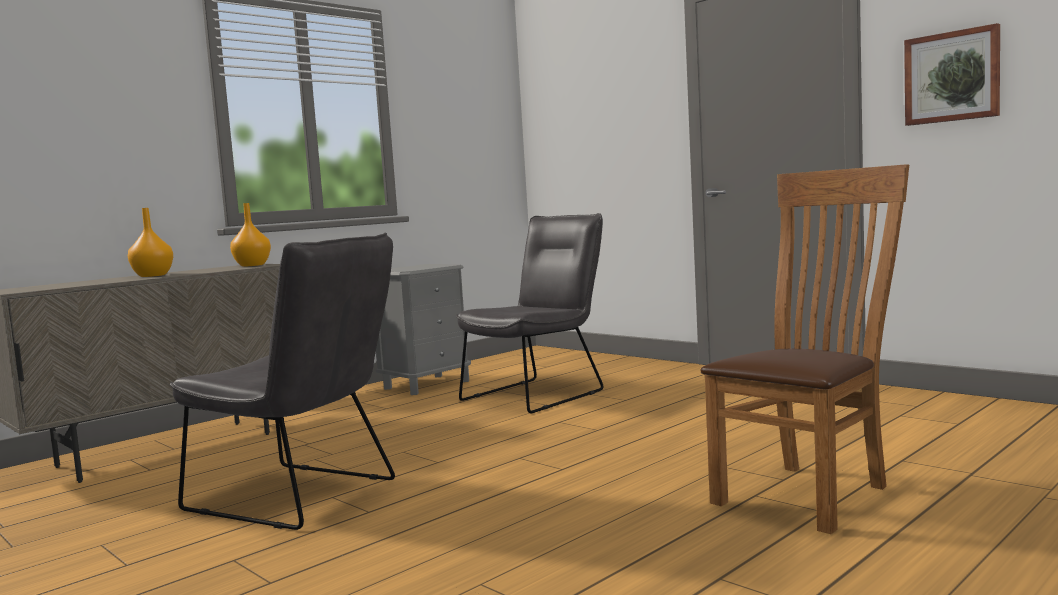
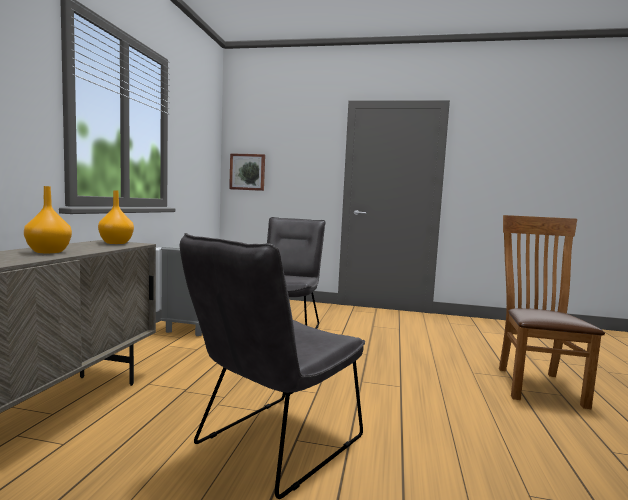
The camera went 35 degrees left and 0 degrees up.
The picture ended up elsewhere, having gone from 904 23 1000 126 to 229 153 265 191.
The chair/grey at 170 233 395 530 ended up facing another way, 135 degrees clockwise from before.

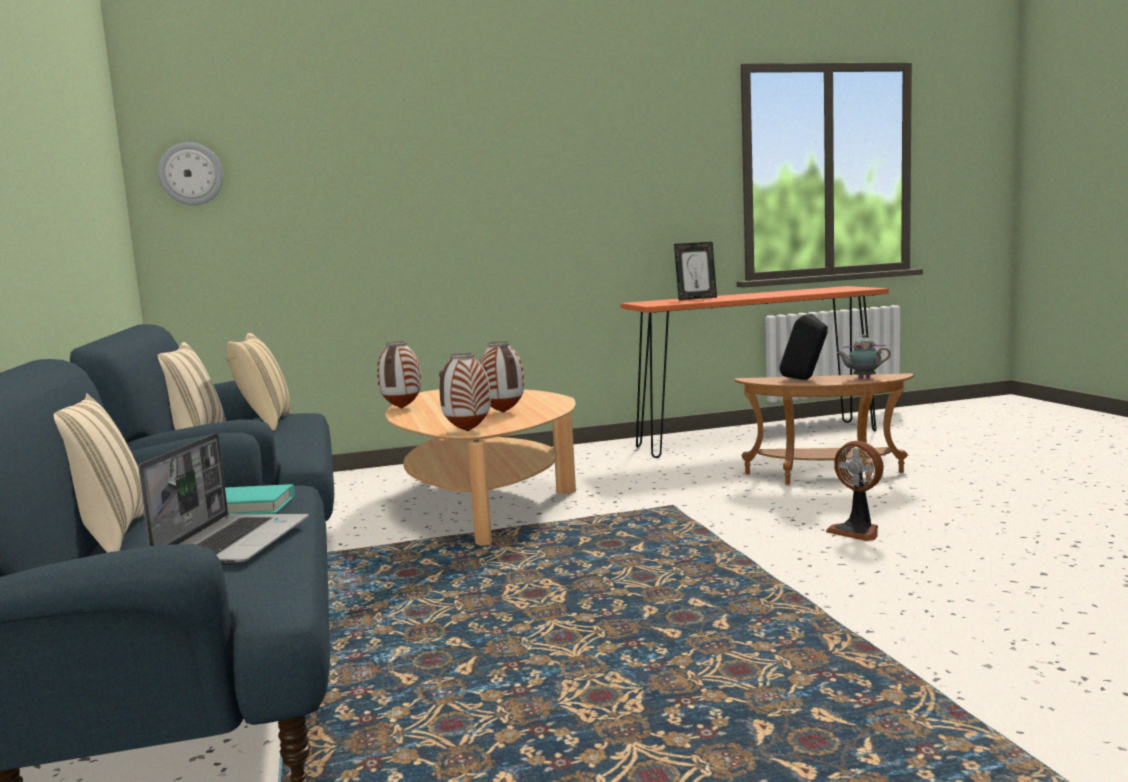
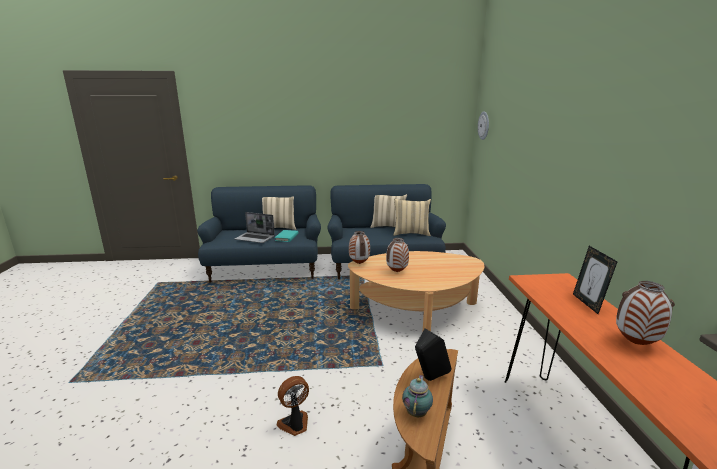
The camera went 100 degrees right and 10 degrees up.
The vase ended up elsewhere, having gone from 377 341 421 408 to 616 281 675 345.

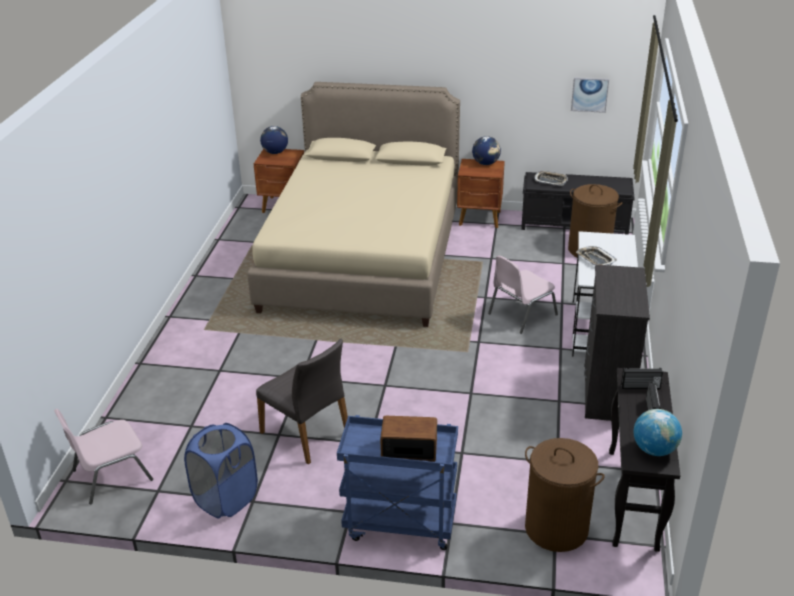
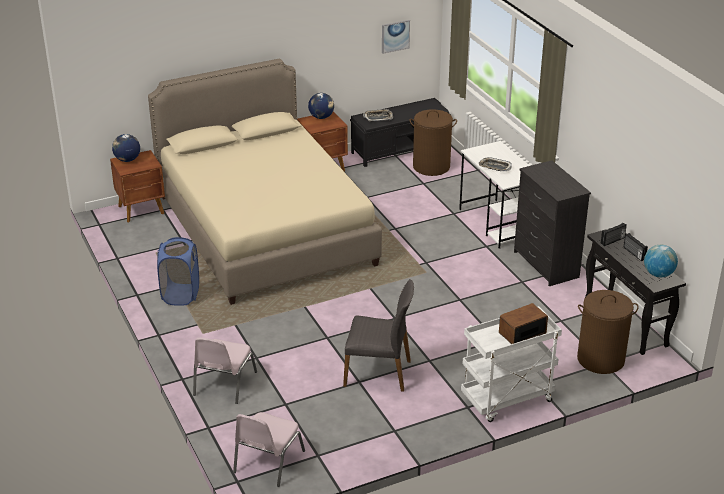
The camera went 35 degrees left and 0 degrees up.
The laundry basket/blue ended up elsewhere, having gone from 184 423 258 519 to 157 237 199 306.
The chair/pink ended up elsewhere, having gone from 488 255 558 334 to 193 338 257 404.
What was the cart/blue at 337 415 458 550 turned into the cart/white at 461 306 562 422.

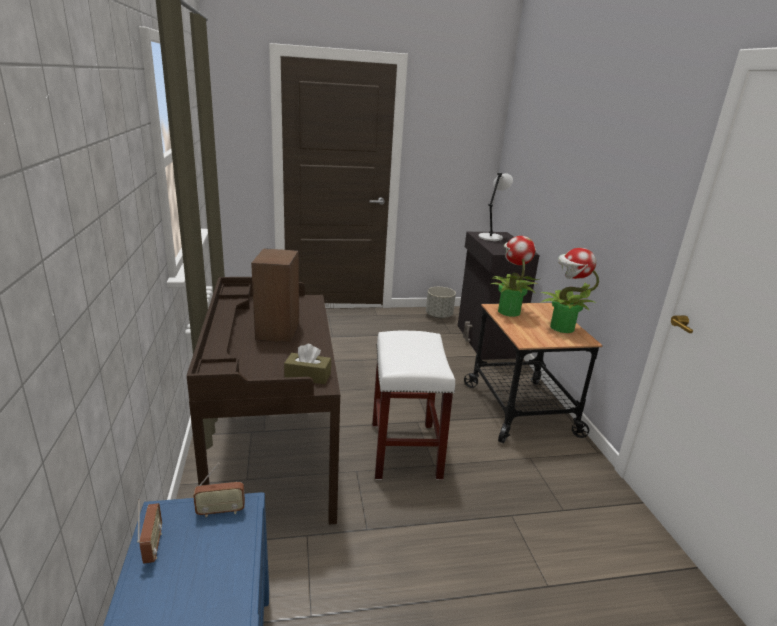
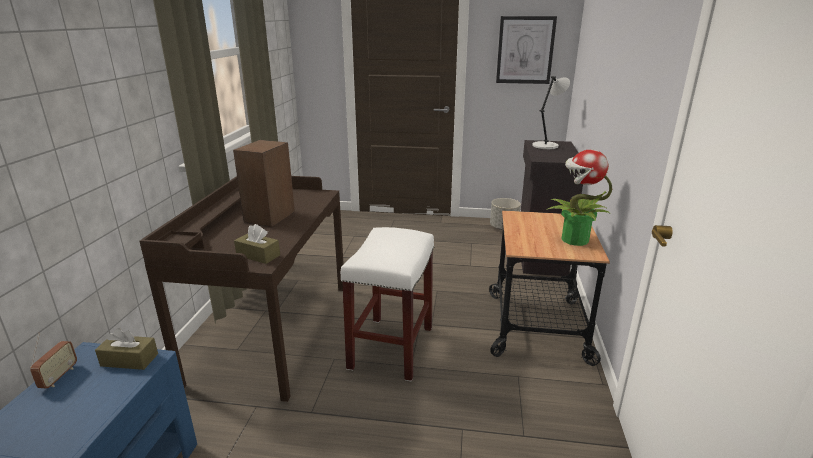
The camera went 20 degrees right and 0 degrees up.
The second view lost the potted plant at 491 236 540 317.
The second view gained the picture at 496 16 557 84.
Where the radio stood at 193 463 245 517, the tissue box/brown came to stand at 95 328 158 370.

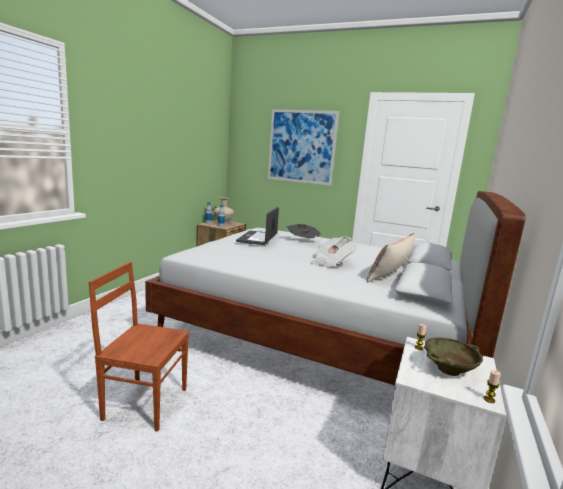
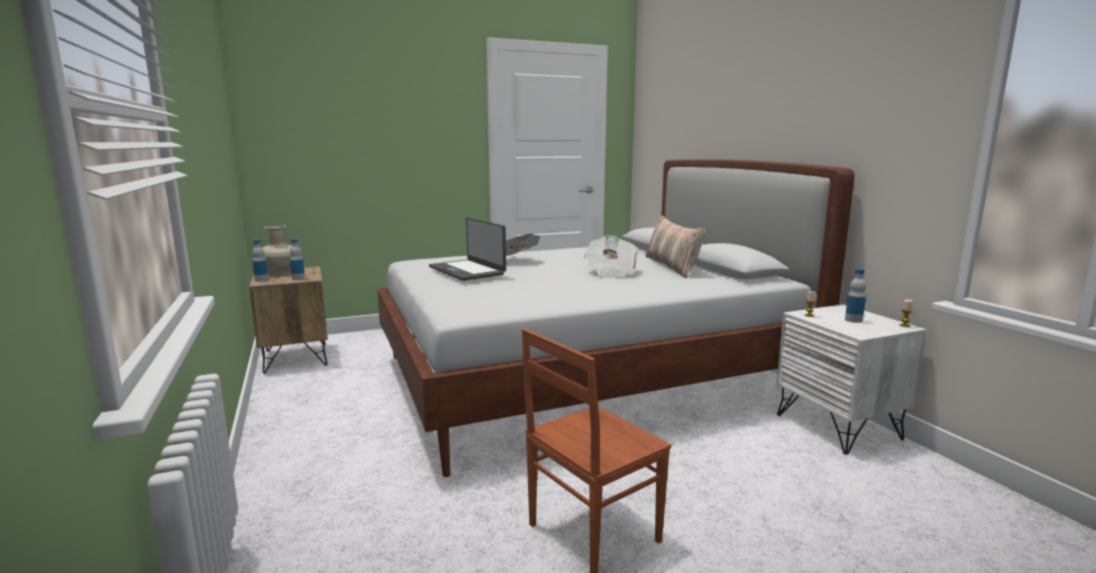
The camera went 45 degrees left and 0 degrees up.
The second view lost the picture at 268 109 339 186.
Where the bowl/beige stood at 424 337 484 376, the bottle came to stand at 845 268 866 323.

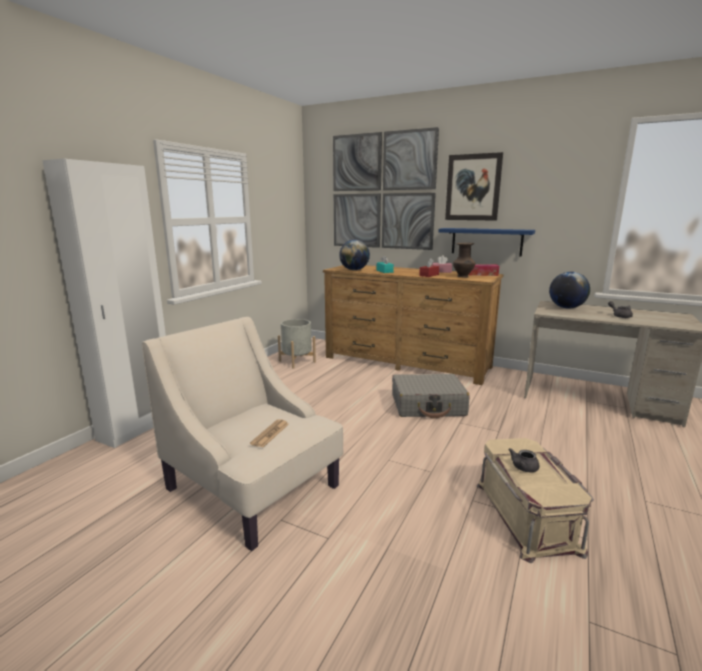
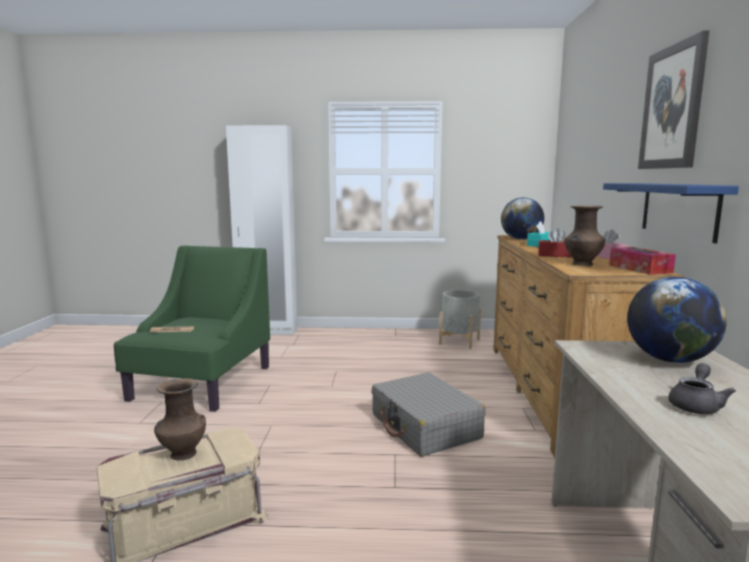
The camera went 65 degrees right and 5 degrees down.
The second view lost the picture at 333 127 439 250.
Where the teapot/grey stood at 508 448 540 472, the vase/brown came to stand at 154 378 206 460.
What was the armchair/beige at 142 317 344 551 turned into the armchair/green at 114 245 270 412.

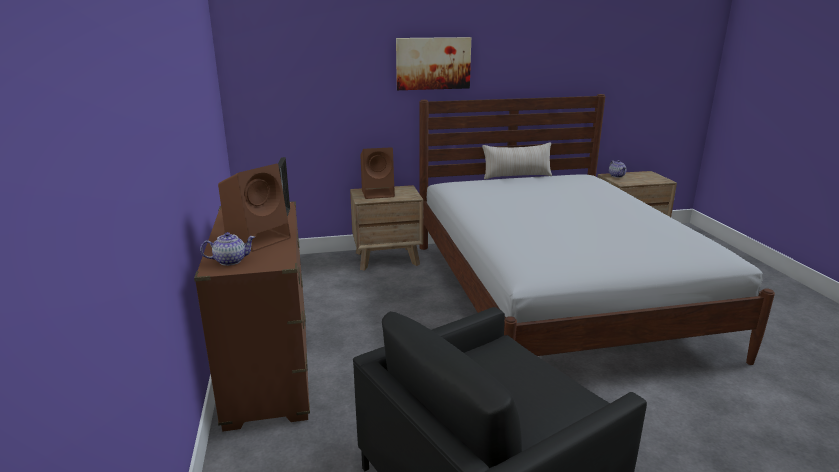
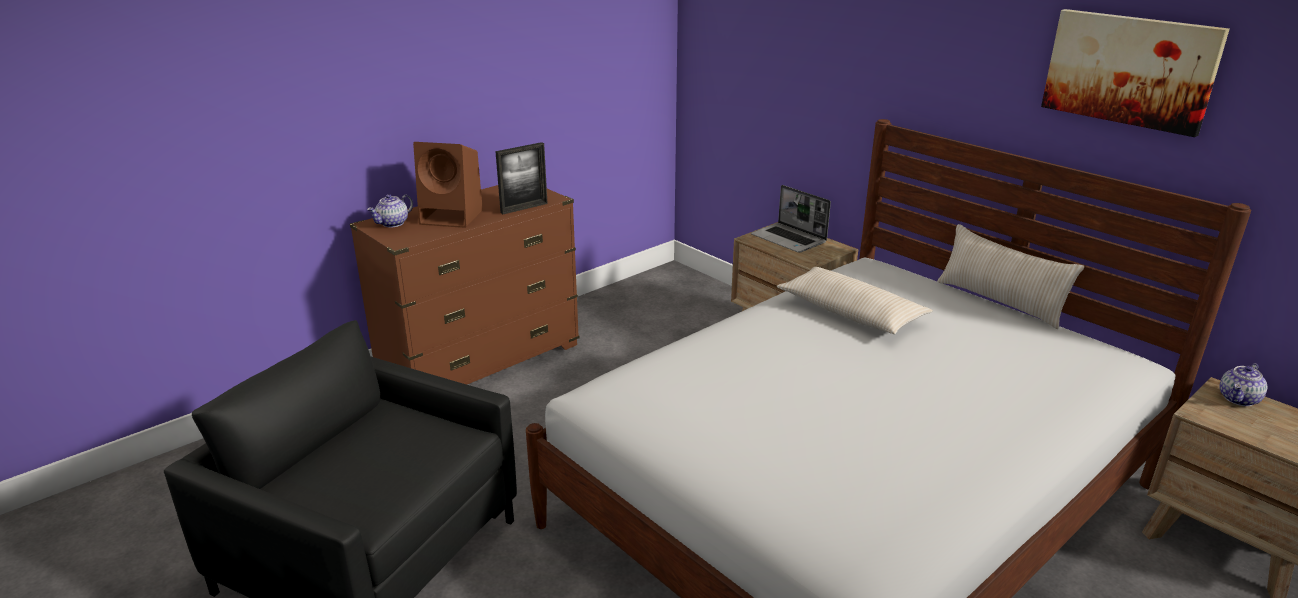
The camera went 60 degrees right and 5 degrees up.
The second view gained the pillow/beige at 777 267 933 334.
The picture ended up elsewhere, having gone from 396 37 471 90 to 1041 9 1229 137.
Where the speaker/brown stood at 360 147 395 199, the laptop came to stand at 751 185 831 253.
The teapot at 200 232 255 266 ended up facing another way, 90 degrees clockwise from before.

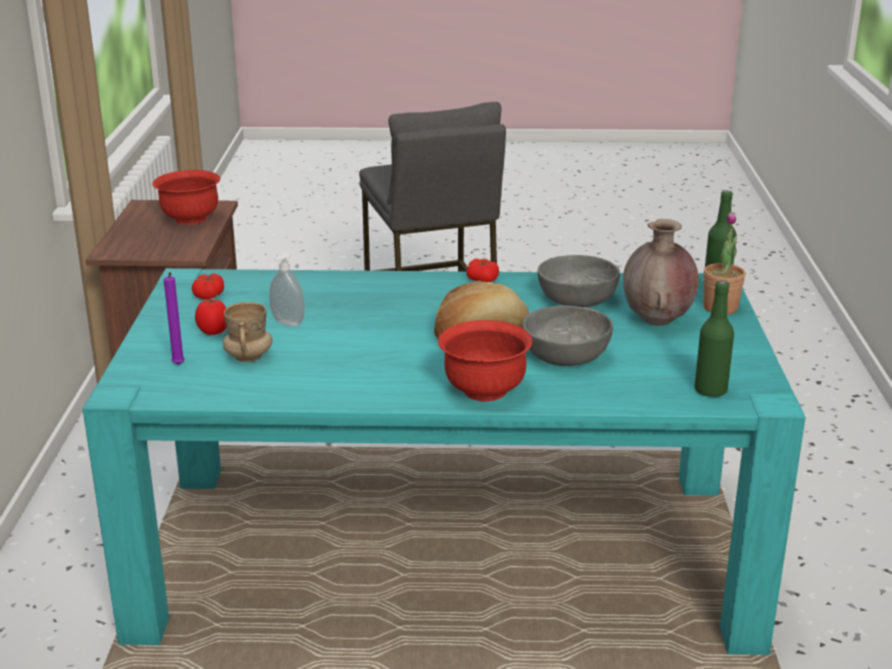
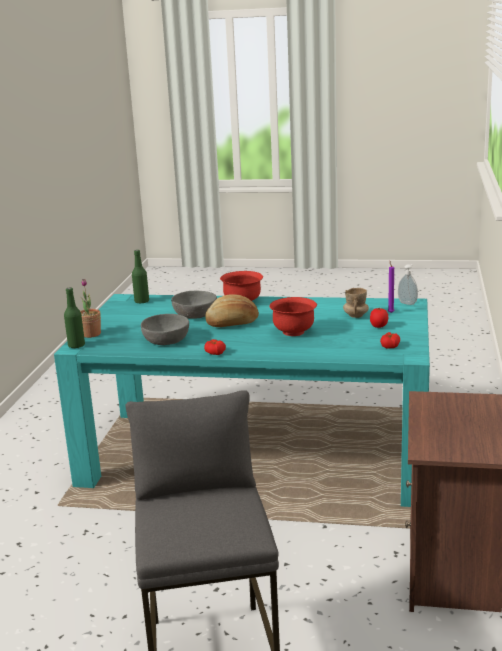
The camera went 170 degrees left and 5 degrees down.
The second view lost the vase/brown at 623 219 699 326.
The bowl/red ended up elsewhere, having gone from 152 170 220 225 to 270 297 317 336.
The soap dispenser ended up elsewhere, having gone from 269 251 305 326 to 398 264 418 305.

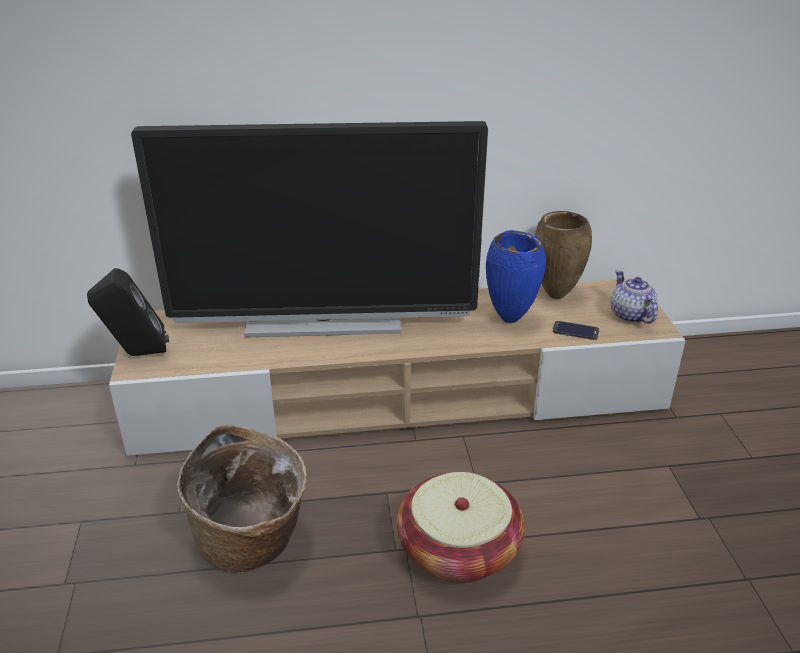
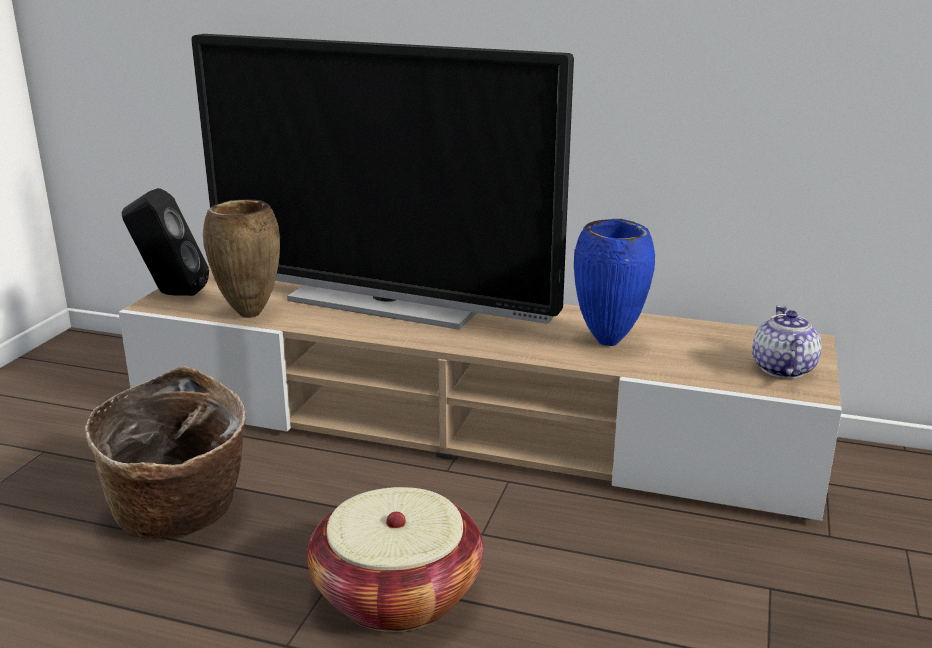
The camera went 25 degrees right and 10 degrees down.
The second view lost the phone at 553 321 599 340.
The vase/brown ended up elsewhere, having gone from 535 211 592 299 to 203 199 280 318.

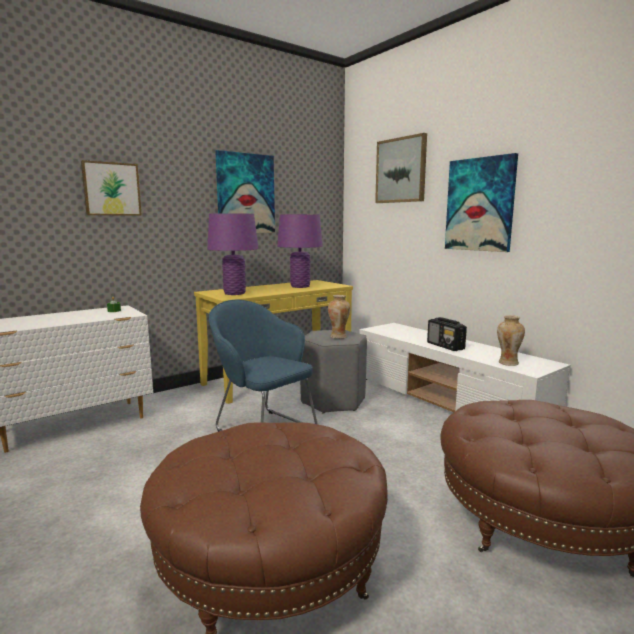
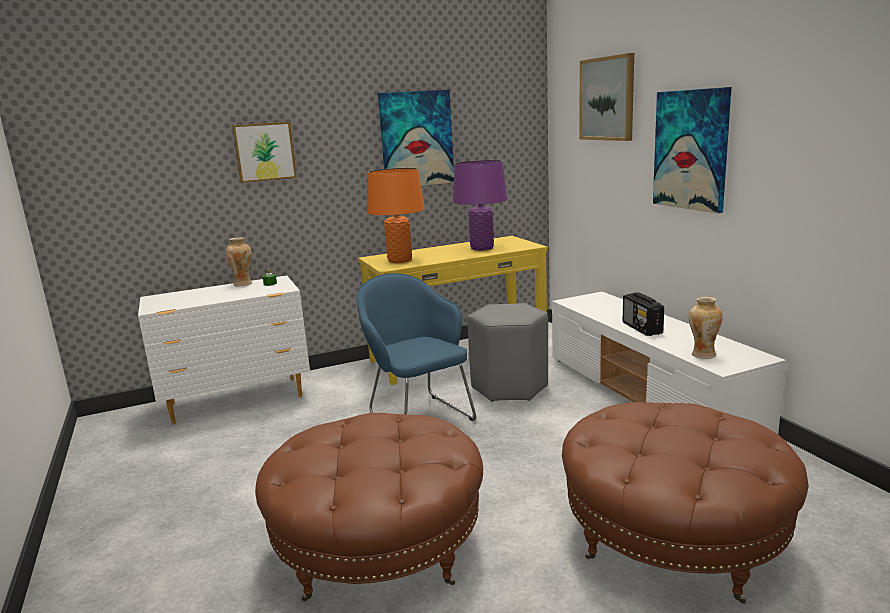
The camera went 15 degrees right and 5 degrees up.
The vase ended up elsewhere, having gone from 328 295 350 339 to 225 237 252 287.
What was the table lamp/purple at 207 213 258 295 turned into the table lamp/orange at 367 168 425 263.

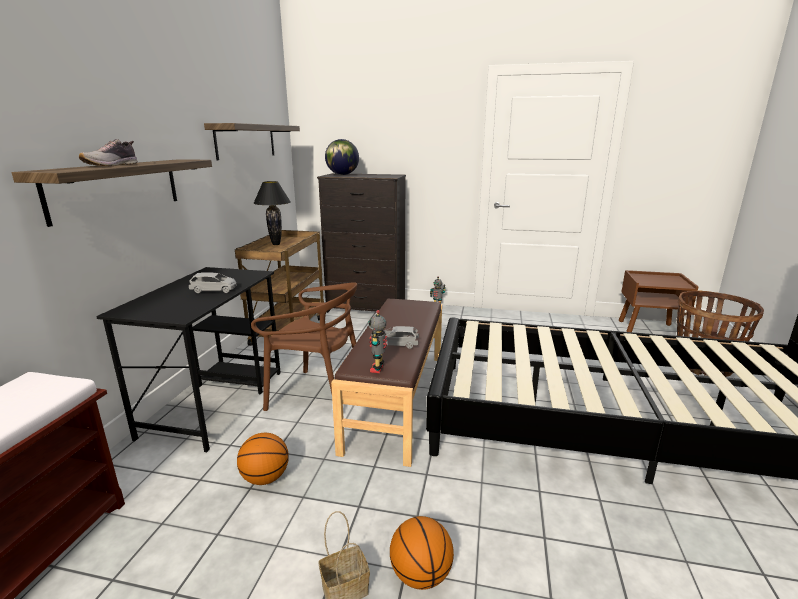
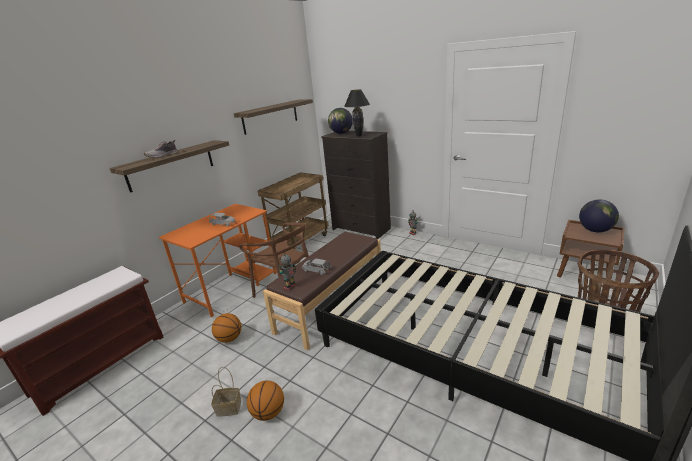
The camera went 25 degrees right and 5 degrees up.
The second view gained the globe at 579 200 619 232.
The table lamp/black ended up elsewhere, having gone from 253 181 291 245 to 344 89 370 137.
What was the desk/black at 96 267 281 452 turned into the desk/orange at 159 204 277 317.

